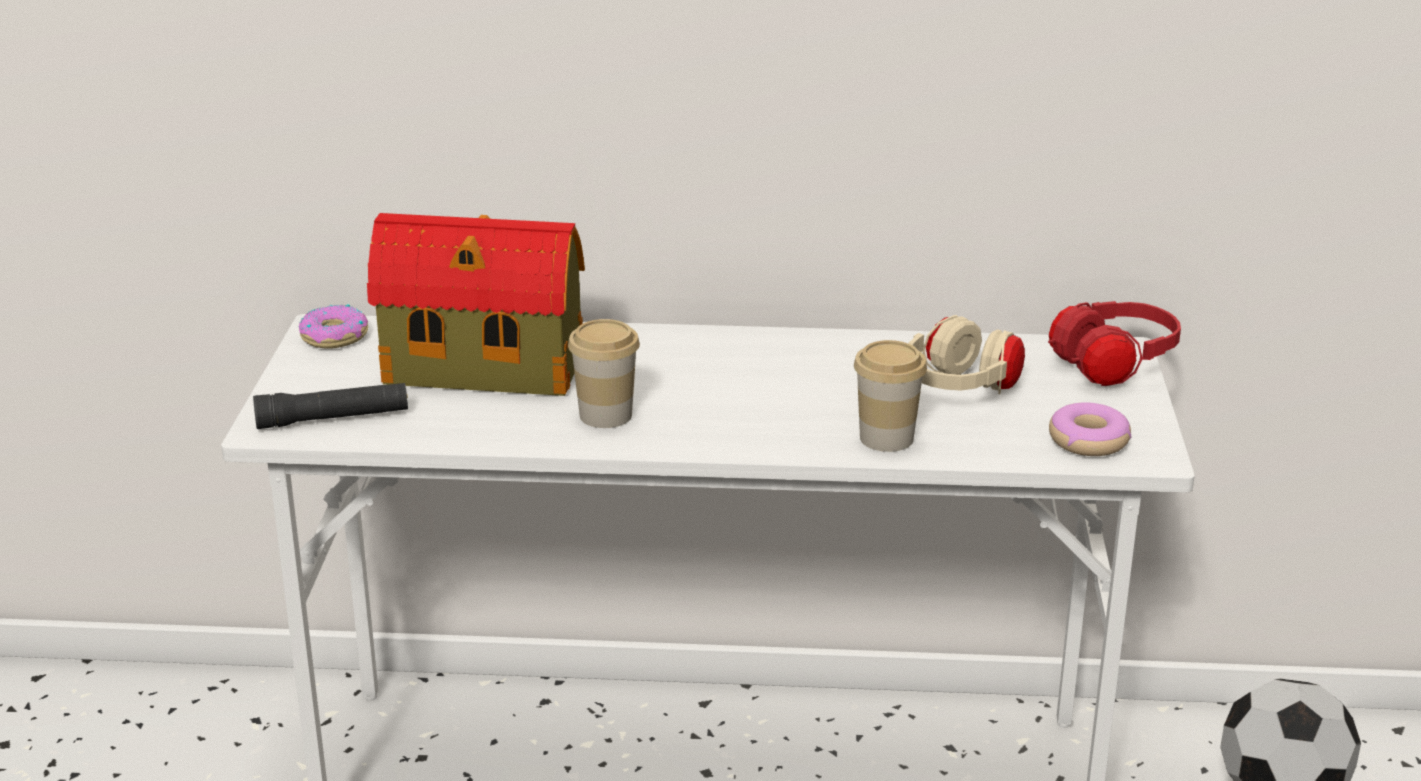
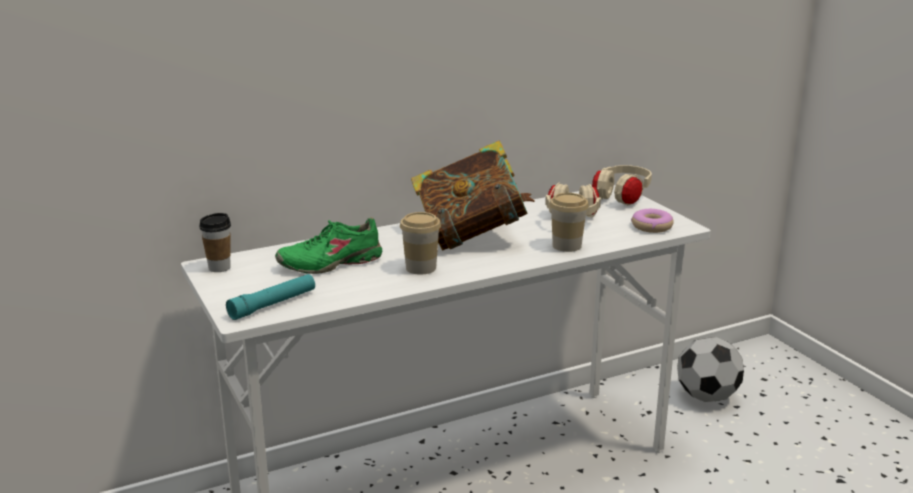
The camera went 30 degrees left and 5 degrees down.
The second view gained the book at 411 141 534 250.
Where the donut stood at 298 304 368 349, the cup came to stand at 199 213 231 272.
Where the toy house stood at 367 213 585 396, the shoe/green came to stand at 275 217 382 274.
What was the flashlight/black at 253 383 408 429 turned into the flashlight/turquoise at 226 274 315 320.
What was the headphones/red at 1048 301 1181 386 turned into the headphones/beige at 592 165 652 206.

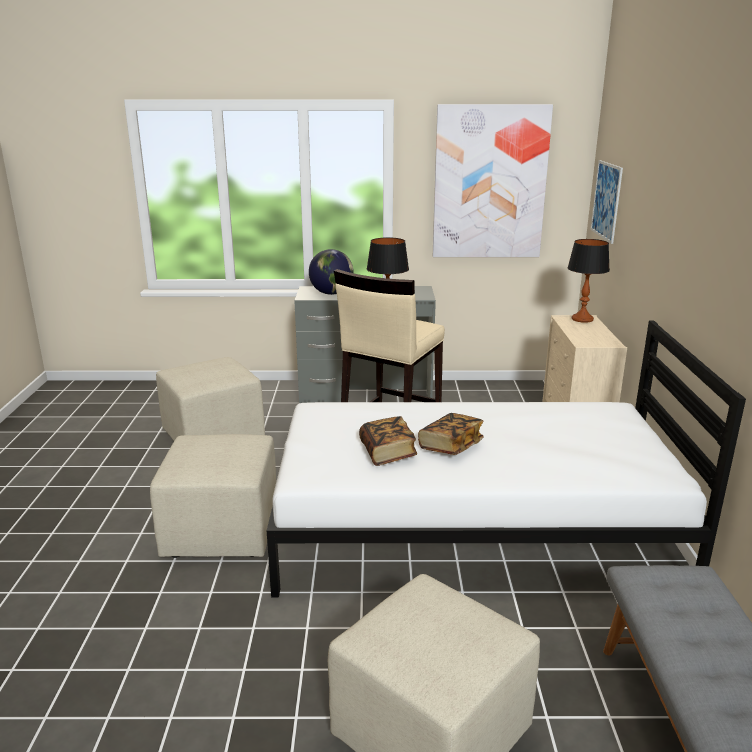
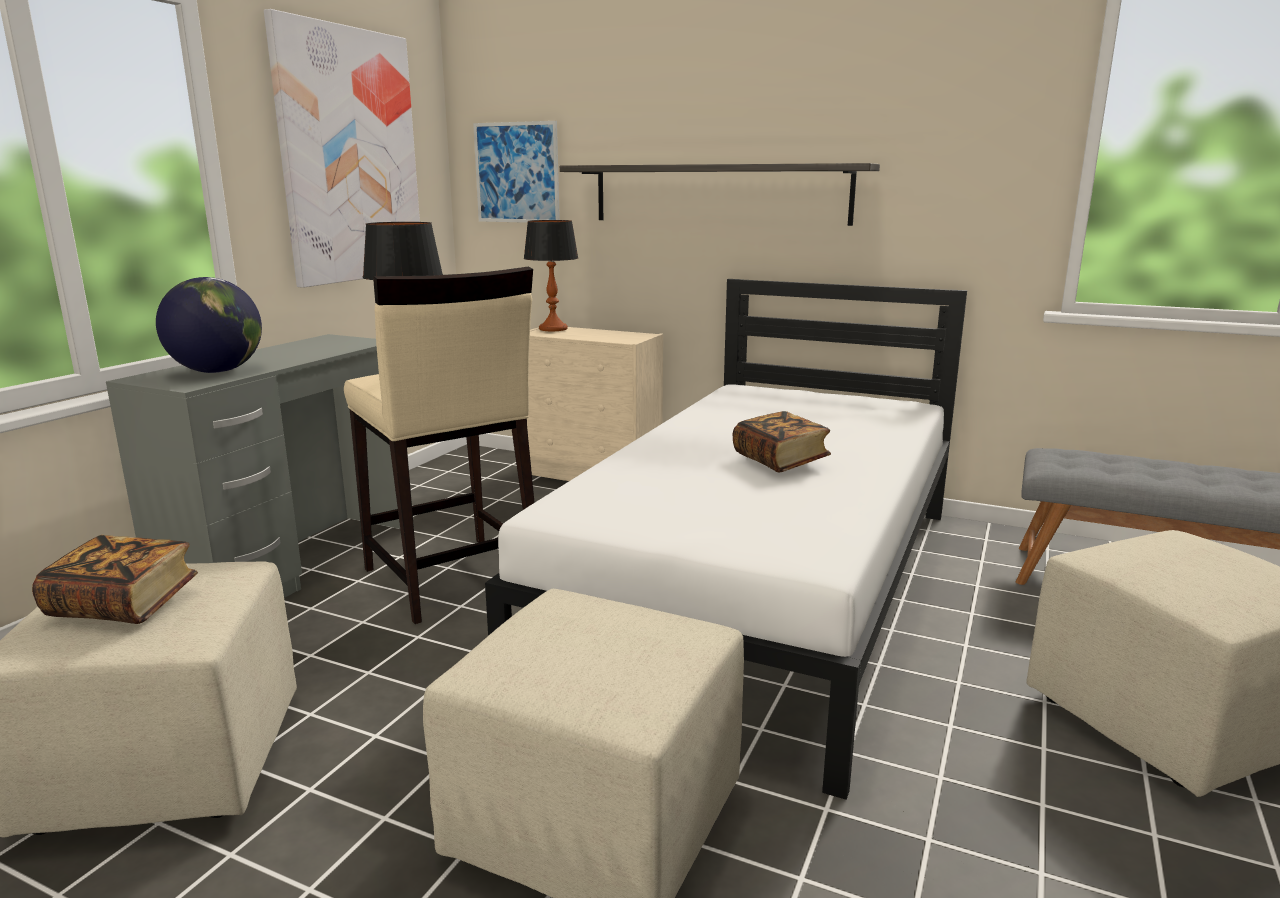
The camera went 65 degrees left and 5 degrees down.
The second view gained the shelf at 560 163 880 226.
The book ended up elsewhere, having gone from 359 416 417 466 to 32 535 198 624.

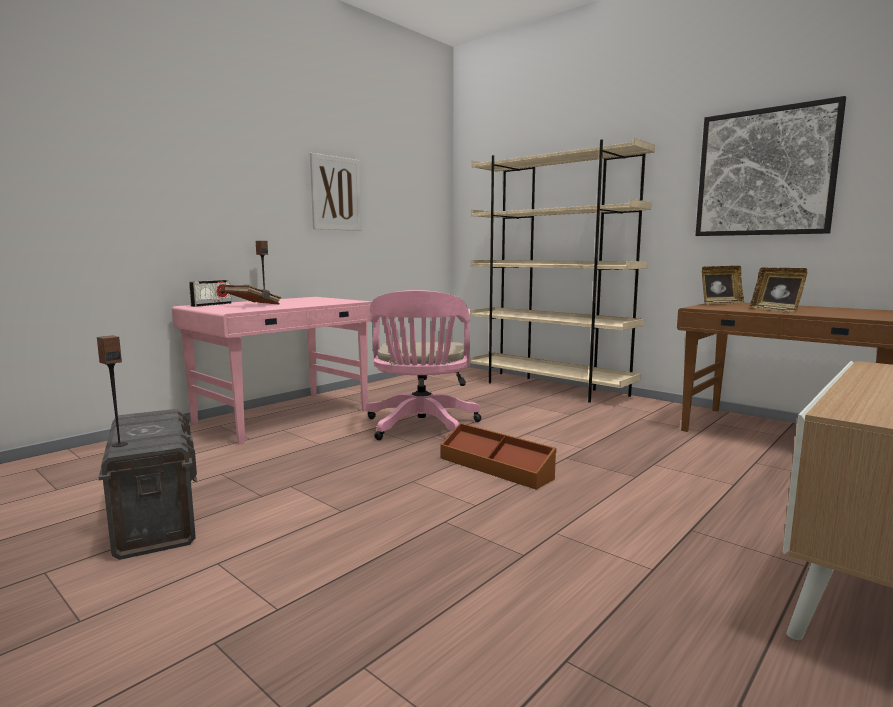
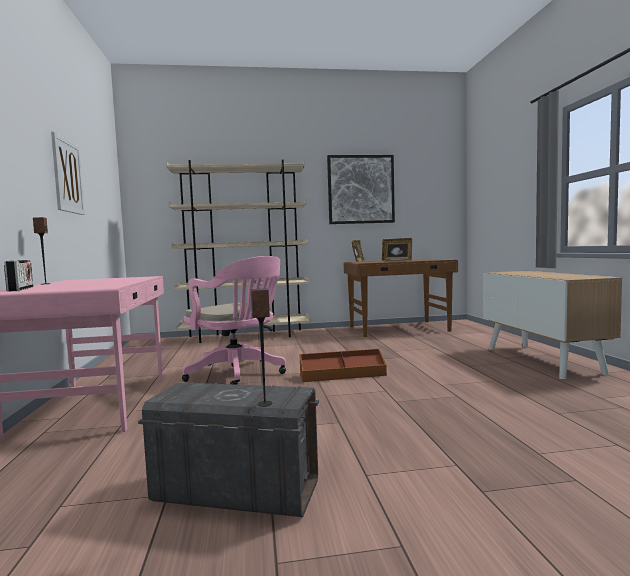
The camera went 50 degrees left and 5 degrees down.
The second view lost the book/brown at 221 285 281 305.

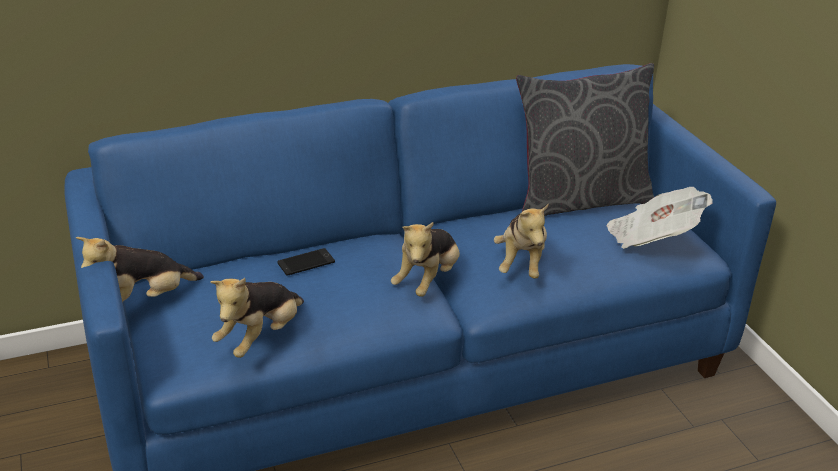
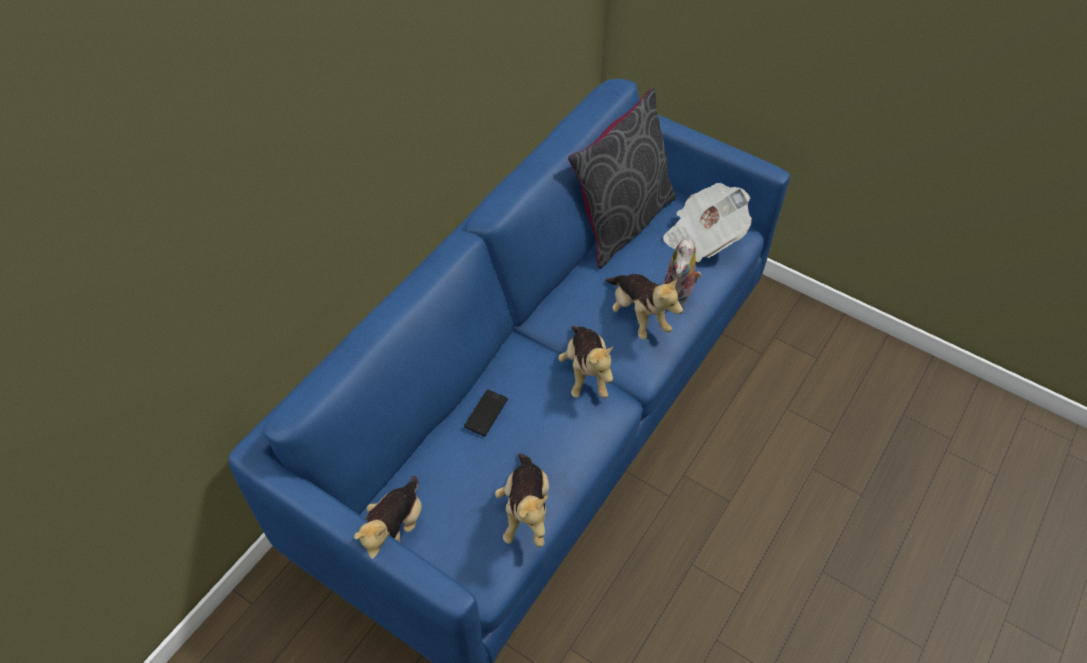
The camera went 35 degrees left and 20 degrees up.
The second view gained the plush toy at 663 236 702 306.

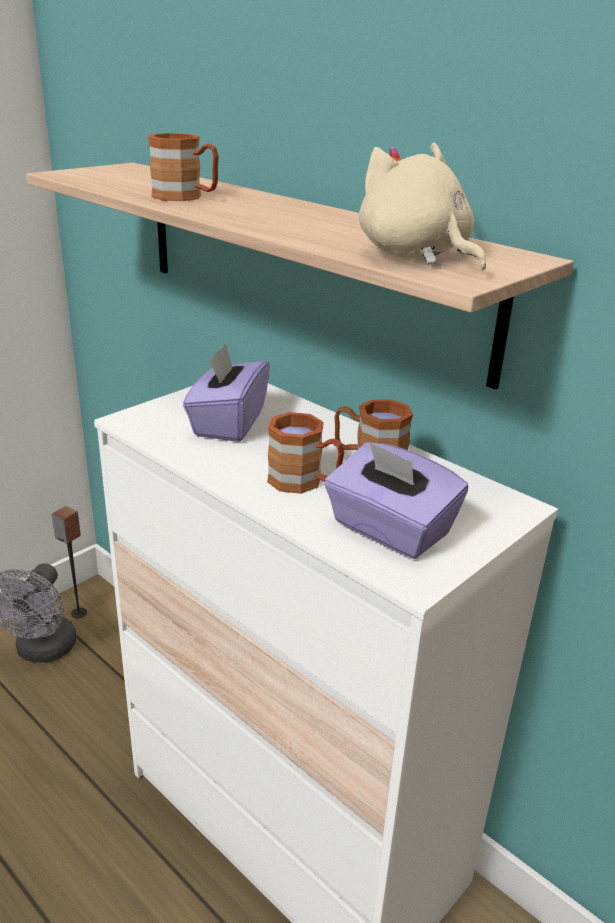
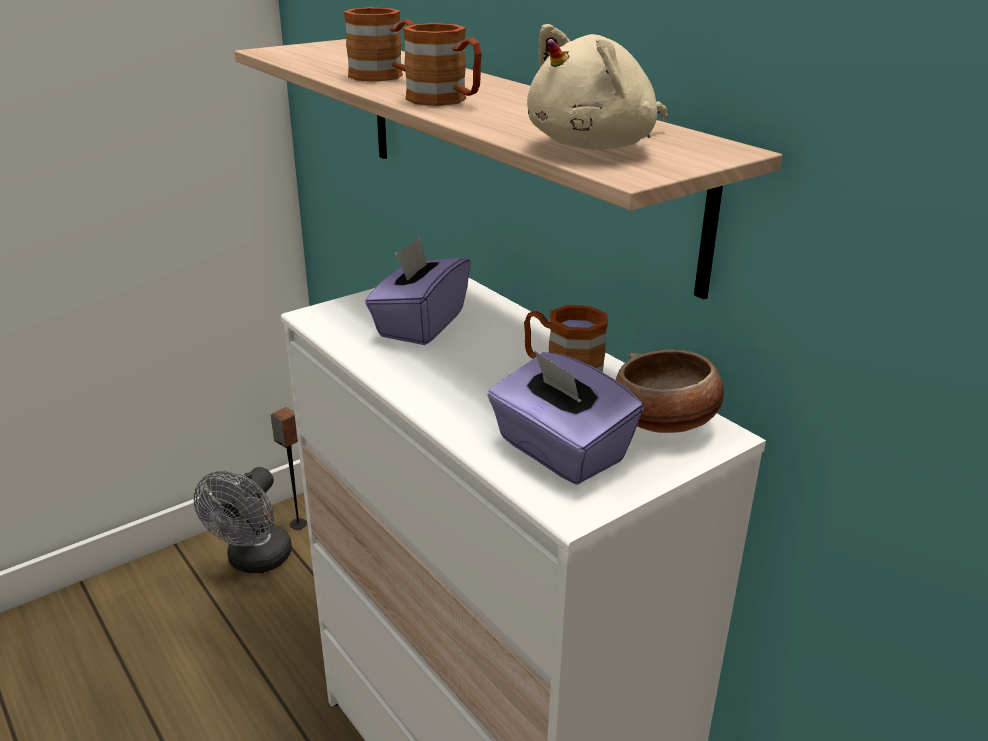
The camera went 10 degrees right and 0 degrees up.
The second view gained the bowl at 616 350 724 433.
The mug/brown ended up elsewhere, having gone from 267 412 344 494 to 403 23 482 106.
The plush toy/beige at 359 143 486 270 ended up facing another way, 105 degrees counterclockwise from before.

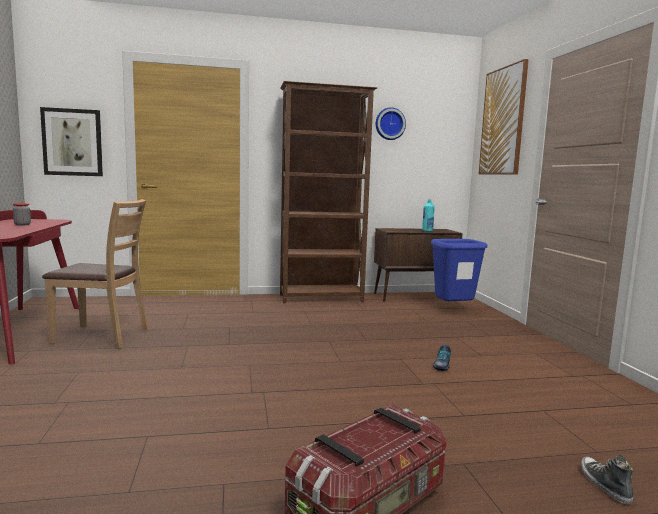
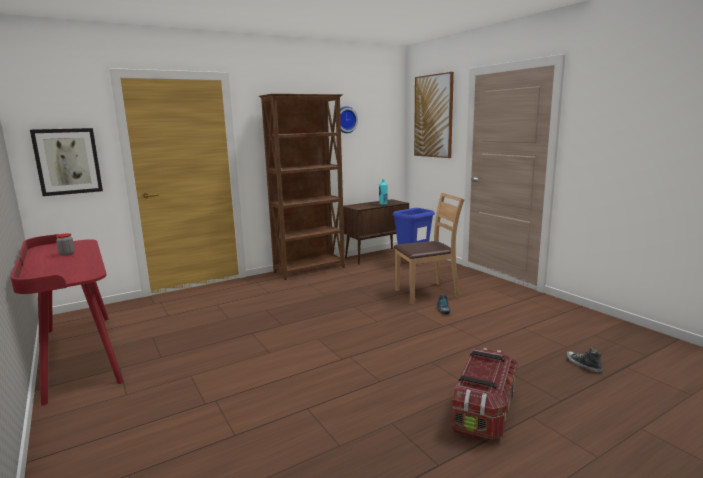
The camera went 20 degrees left and 5 degrees up.
The chair/brown ended up elsewhere, having gone from 42 199 148 349 to 394 193 465 304.

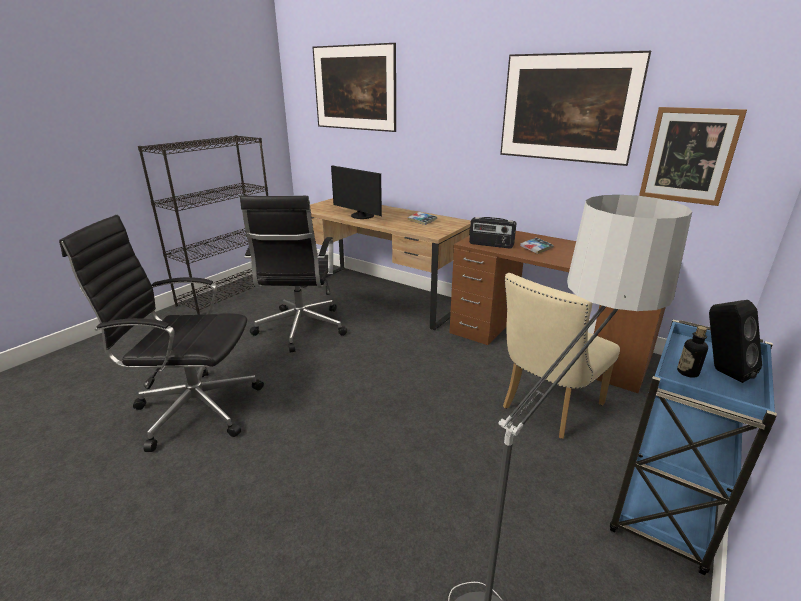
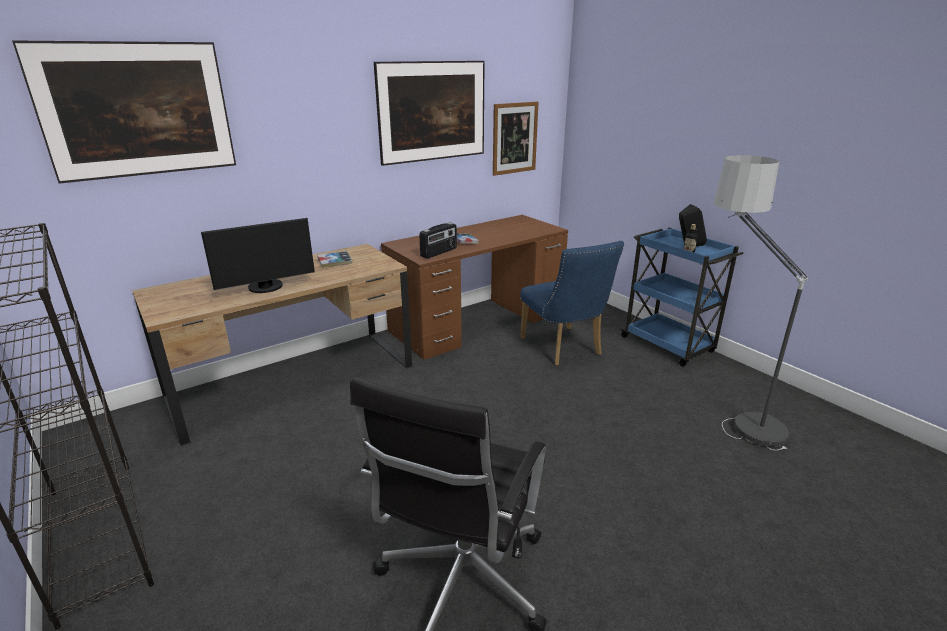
The camera went 70 degrees left and 0 degrees up.
The second view lost the office chair/black at 240 195 347 353.
What was the chair/beige at 503 273 620 439 turned into the chair/blue at 520 241 624 366.

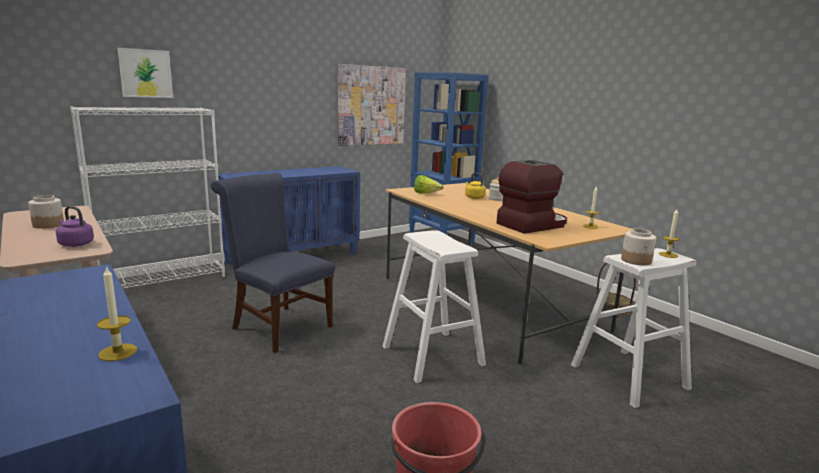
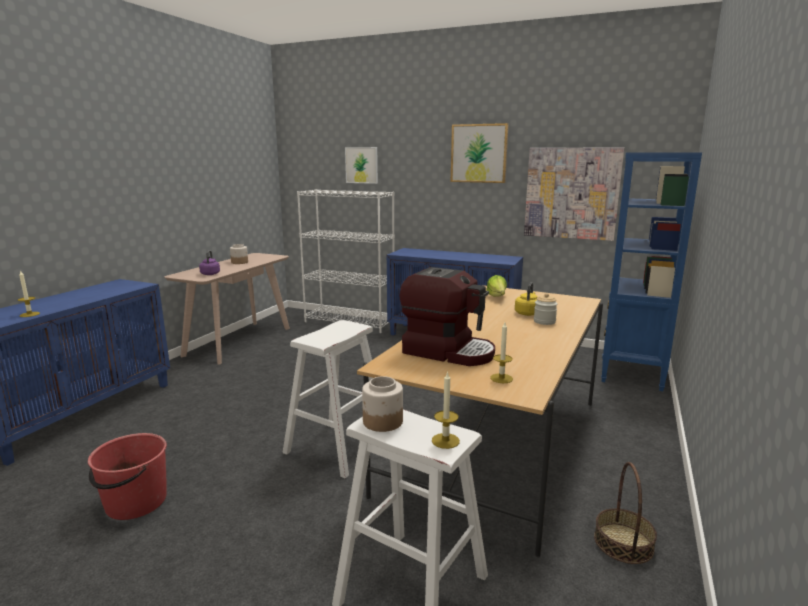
The camera went 60 degrees right and 0 degrees up.
The second view lost the chair/blue at 211 173 335 353.
The second view gained the picture at 451 123 508 183.

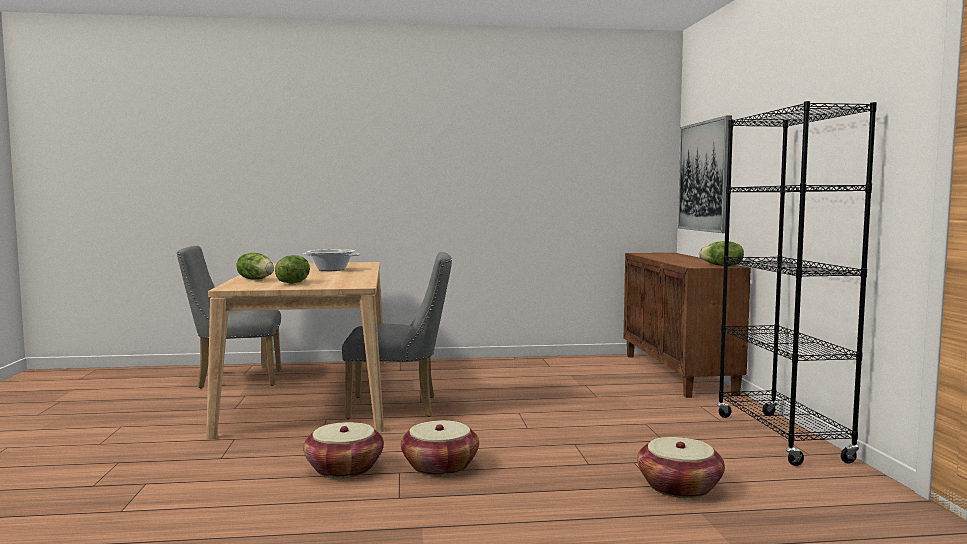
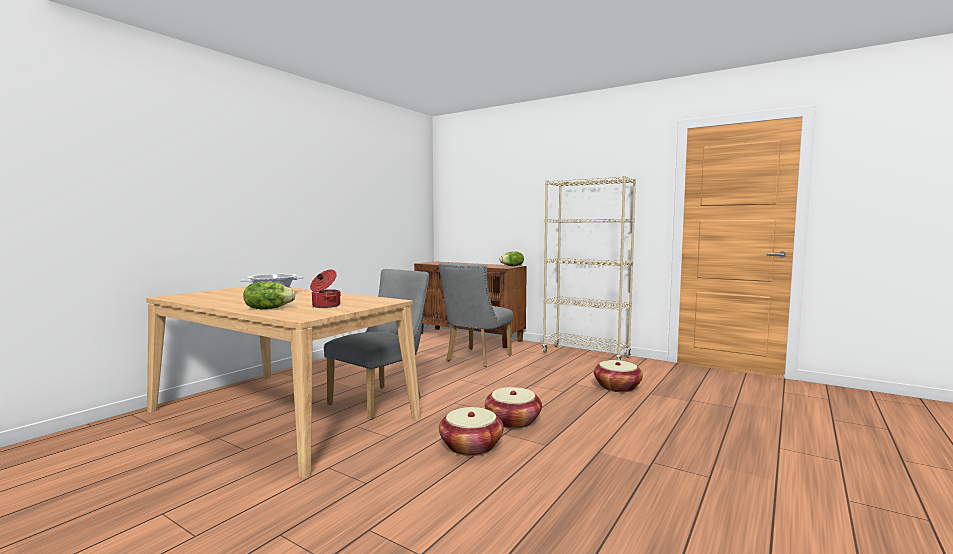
The camera went 50 degrees left and 0 degrees up.
The second view lost the picture at 678 115 732 233.
The chair/grey ended up elsewhere, having gone from 177 246 281 388 to 439 263 513 367.
Where the lettuce stood at 275 255 310 284, the cooking pot came to stand at 310 269 341 308.
What was the bookcase/black at 717 101 877 466 turned into the bookcase/beige at 542 176 636 361.

